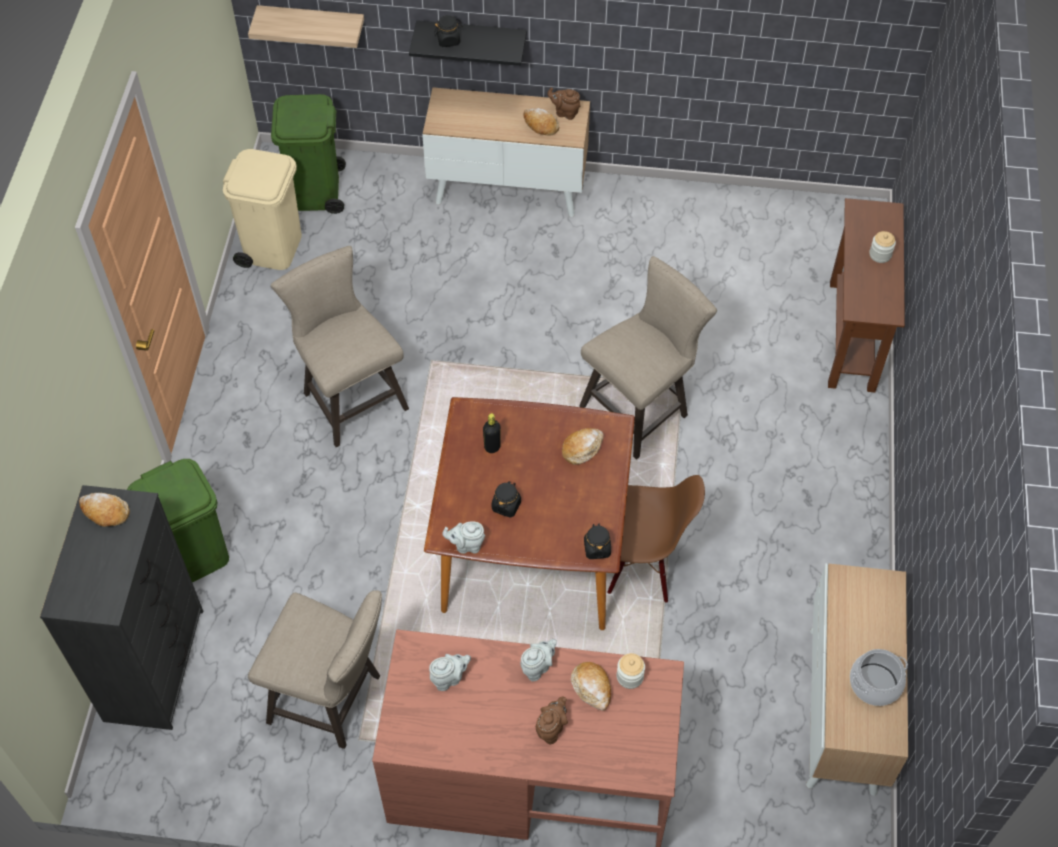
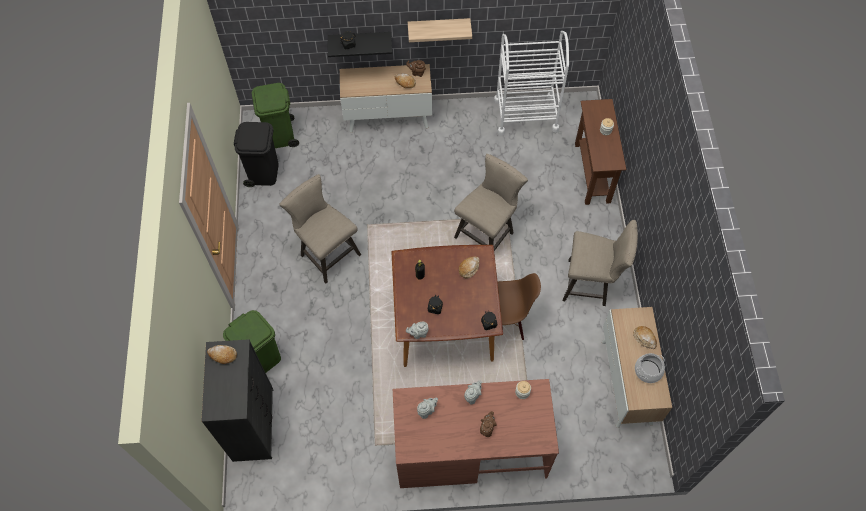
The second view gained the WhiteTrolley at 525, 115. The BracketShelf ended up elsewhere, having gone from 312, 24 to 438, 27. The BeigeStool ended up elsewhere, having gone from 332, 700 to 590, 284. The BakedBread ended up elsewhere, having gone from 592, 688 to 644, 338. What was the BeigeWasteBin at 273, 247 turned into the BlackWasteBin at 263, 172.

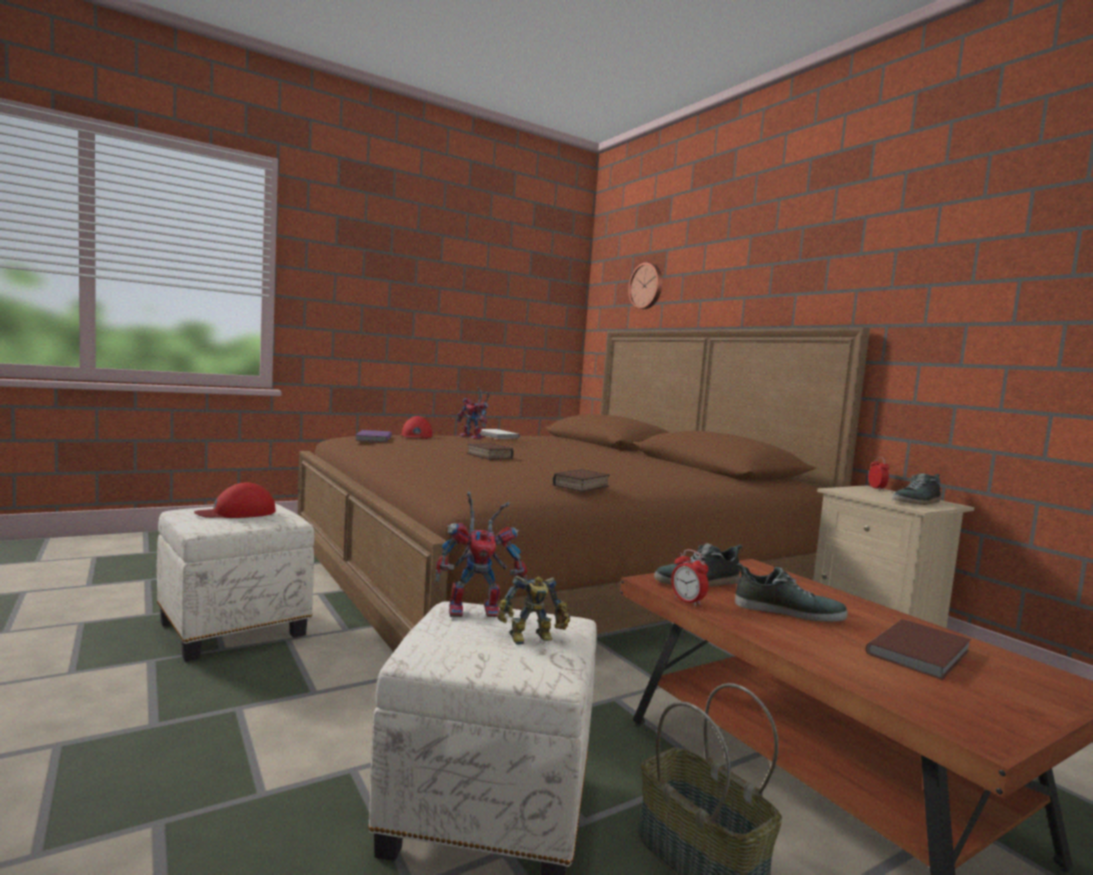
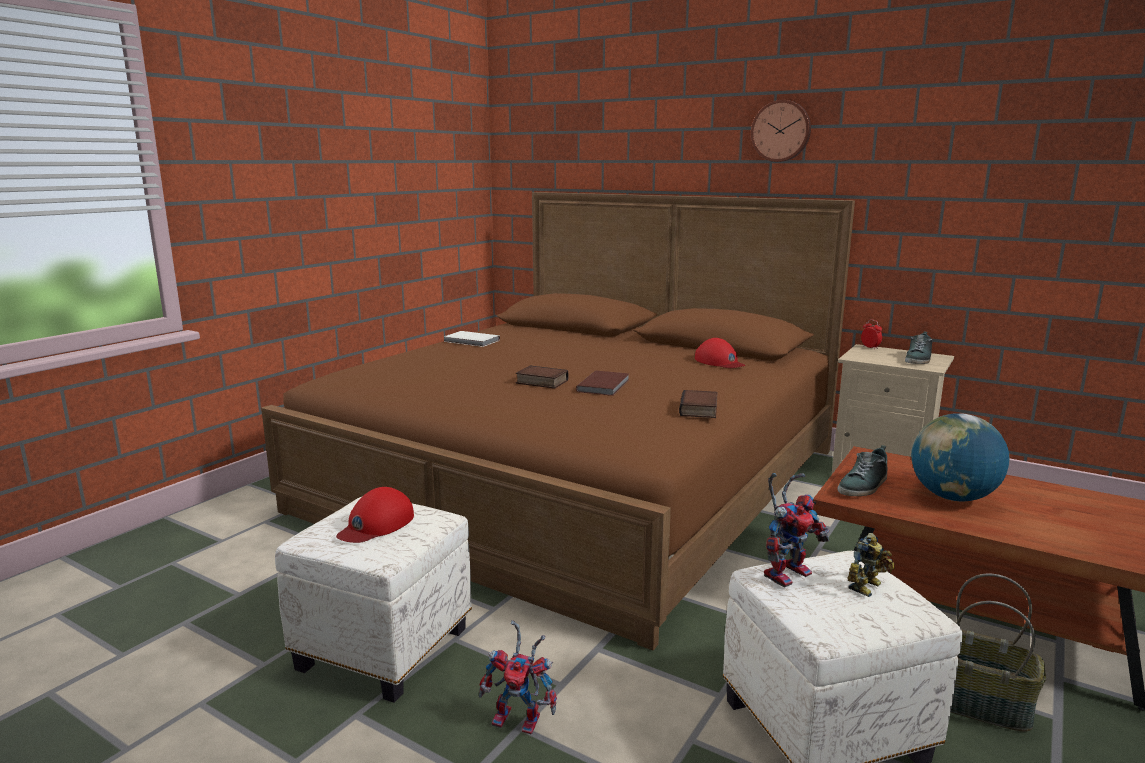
The second view lost the PurpleColouredBook at 372, 438. The second view lost the BedsideClock at 687, 601. The ReddishPeakedCap ended up elsewhere, having gone from 416, 436 to 719, 362. The RobotFigure ended up elsewhere, having gone from 474, 437 to 521, 719. The HangingClock ended up elsewhere, having gone from 647, 286 to 781, 131. The BrownishBook ended up elsewhere, having gone from 922, 652 to 605, 385. Where the ItemOfFootwear stood at 788, 611, the DeskGlobe came to stand at 952, 497.

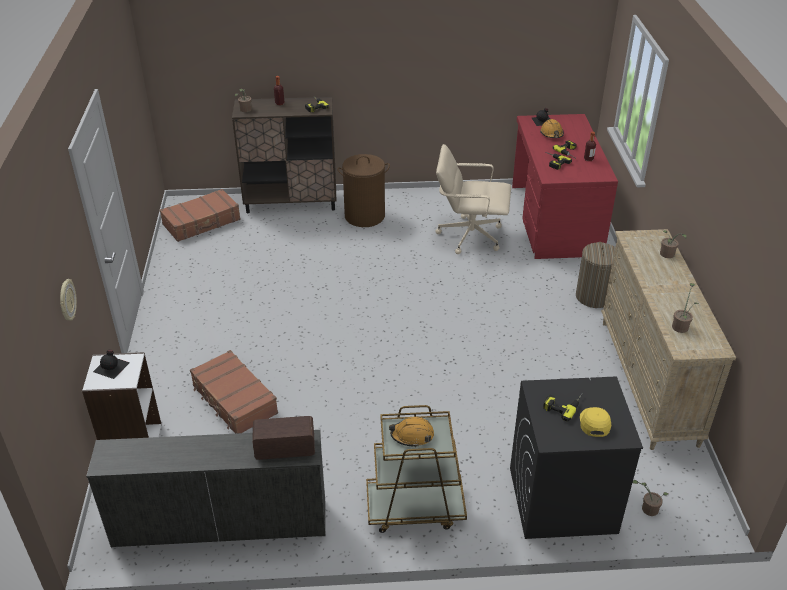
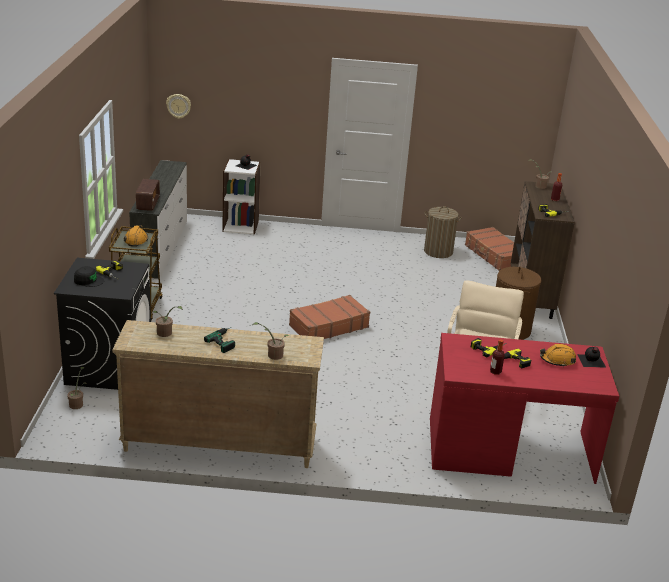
The second view gained the ElectricDrill at 226, 340. The HangingClock ended up elsewhere, having gone from 66, 301 to 178, 106. The BrownishTravelCase ended up elsewhere, having gone from 234, 400 to 328, 326. The LaundryBasket ended up elsewhere, having gone from 594, 297 to 438, 251. What was the YellowColouredPeakedCap at 594, 423 turned into the BlackPeakedCap at 88, 280.

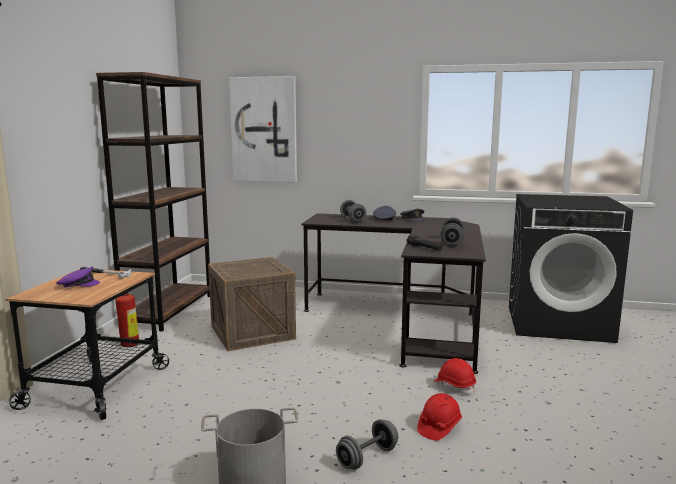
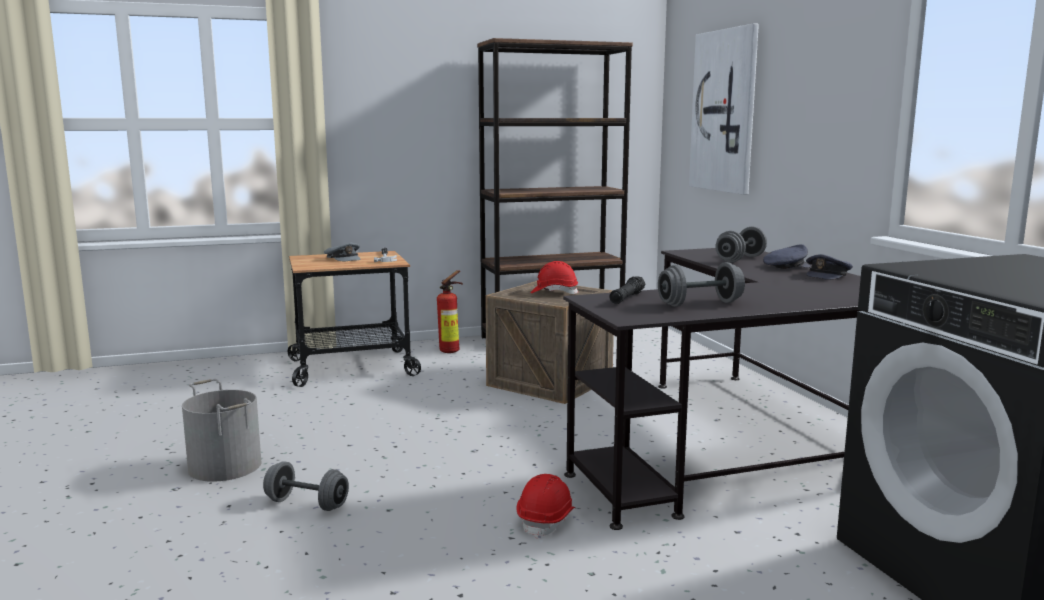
The ReddishHardHat ended up elsewhere, having gone from 439, 427 to 554, 293. What was the PurpleColouredPeakedCap at 78, 284 turned into the GrayPeakedCap at 343, 258.

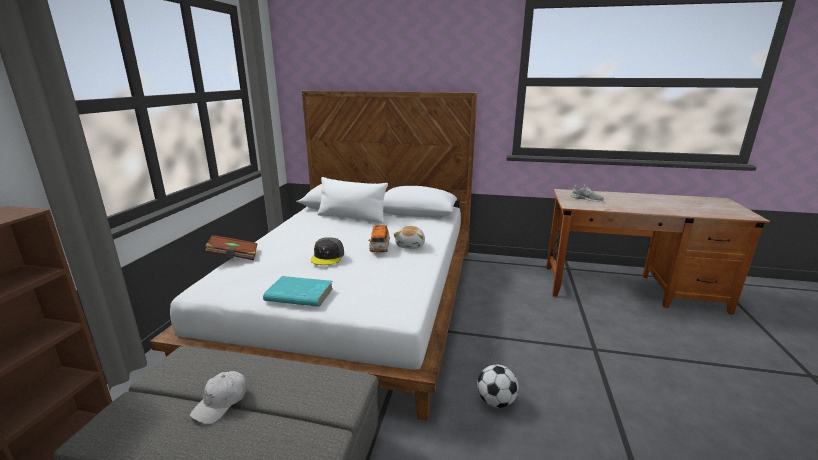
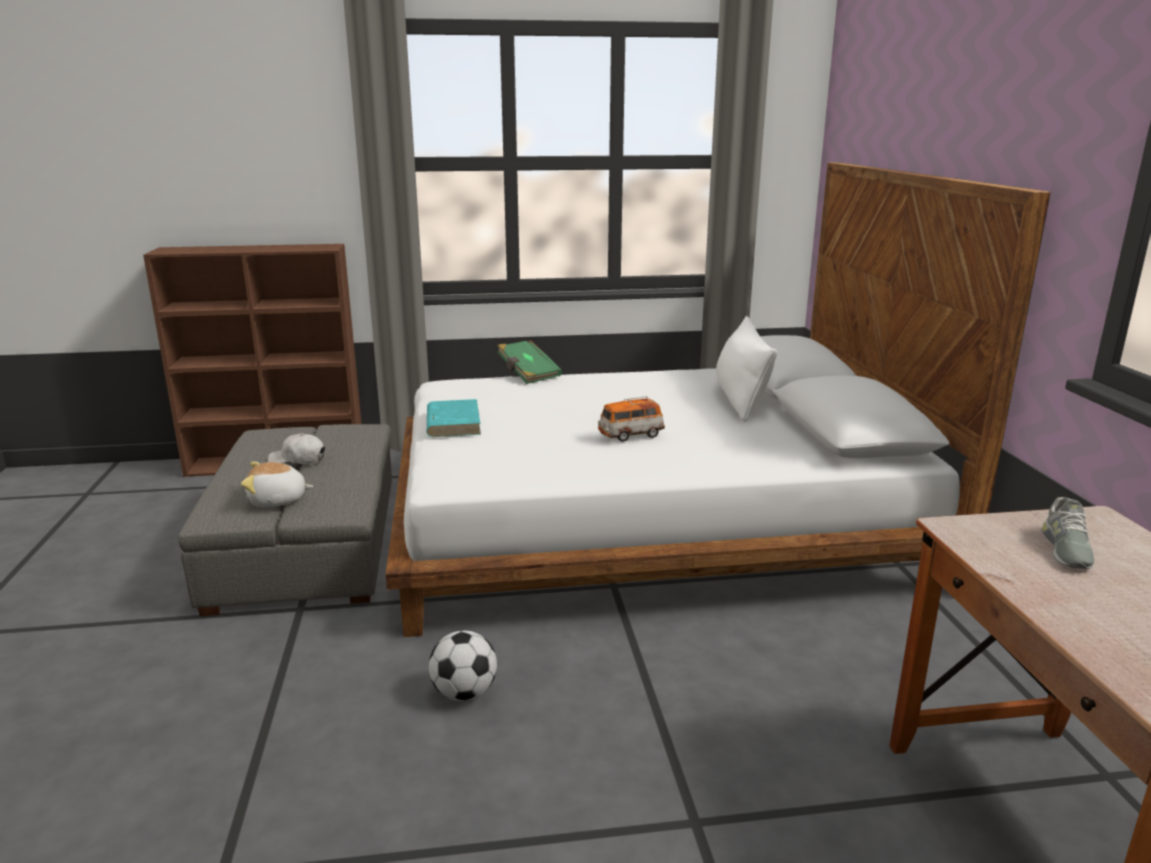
The second view lost the GrayPeakedCap at 328, 256. The SoftToy ended up elsewhere, having gone from 411, 245 to 277, 501. What was the BrownishBook at 234, 257 turned into the GreenBook at 528, 374.

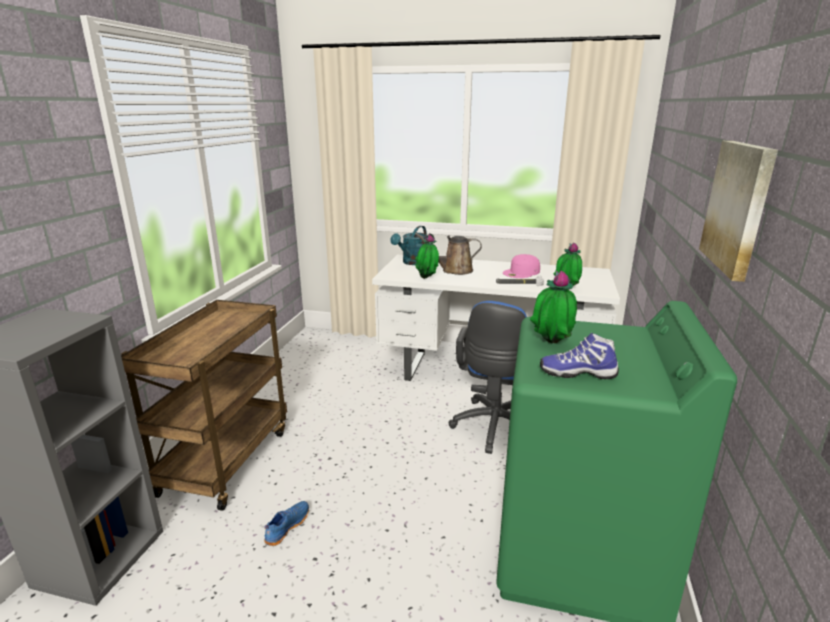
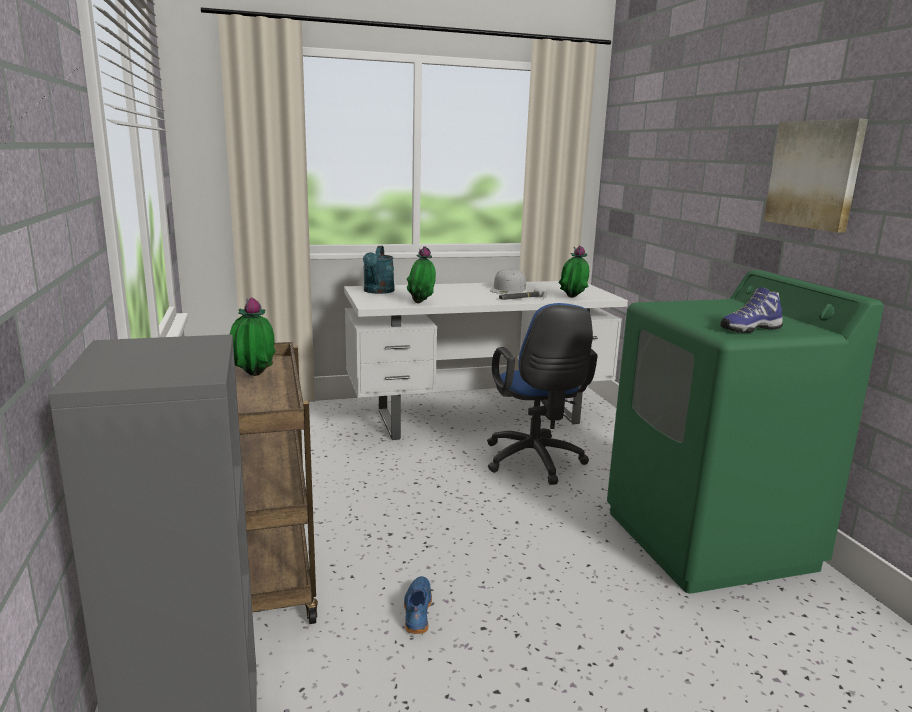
The second view lost the BrownishSprinklingCan at 454, 270. The PlantInAPot ended up elsewhere, having gone from 550, 345 to 253, 377. What was the PinkishPeakedCap at 521, 272 turned into the WhitePeakedCap at 508, 289.

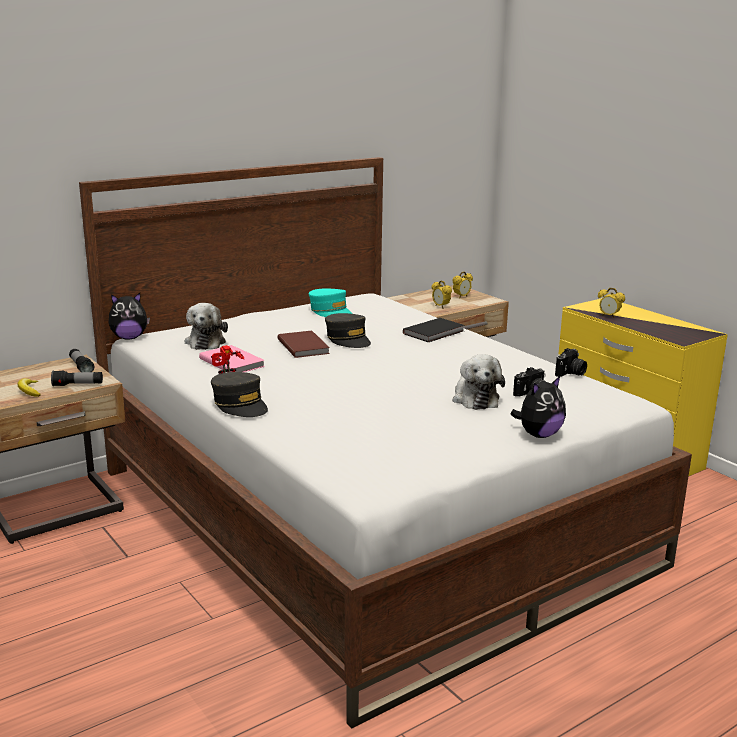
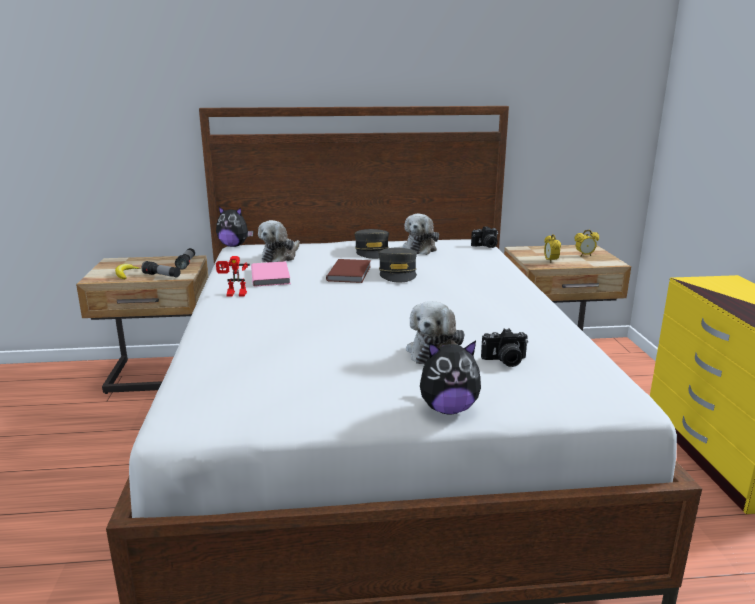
The second view lost the BlackBook at 435, 332. The second view lost the BedsideClock at 609, 316. The GrayPeakedCap ended up elsewhere, having gone from 240, 405 to 372, 251. The StillCamera ended up elsewhere, having gone from 571, 373 to 486, 246. Where the TurquoiseColouredPeakedCap stood at 330, 312, the SoftToy came to stand at 420, 248.

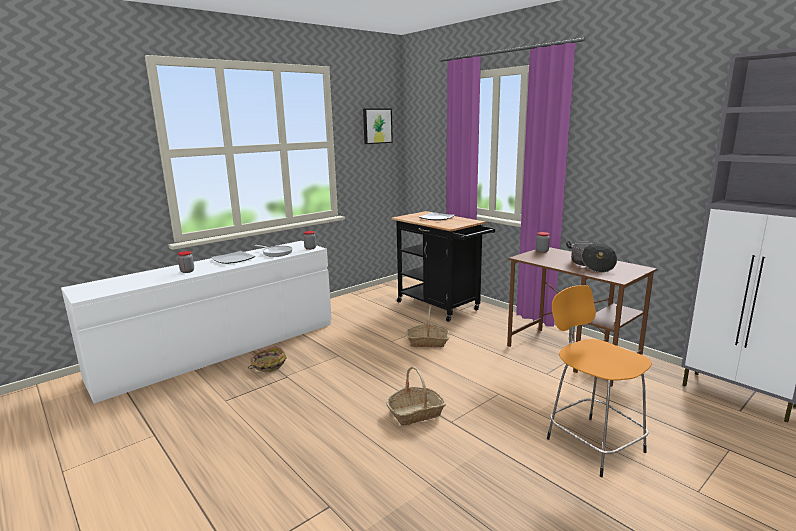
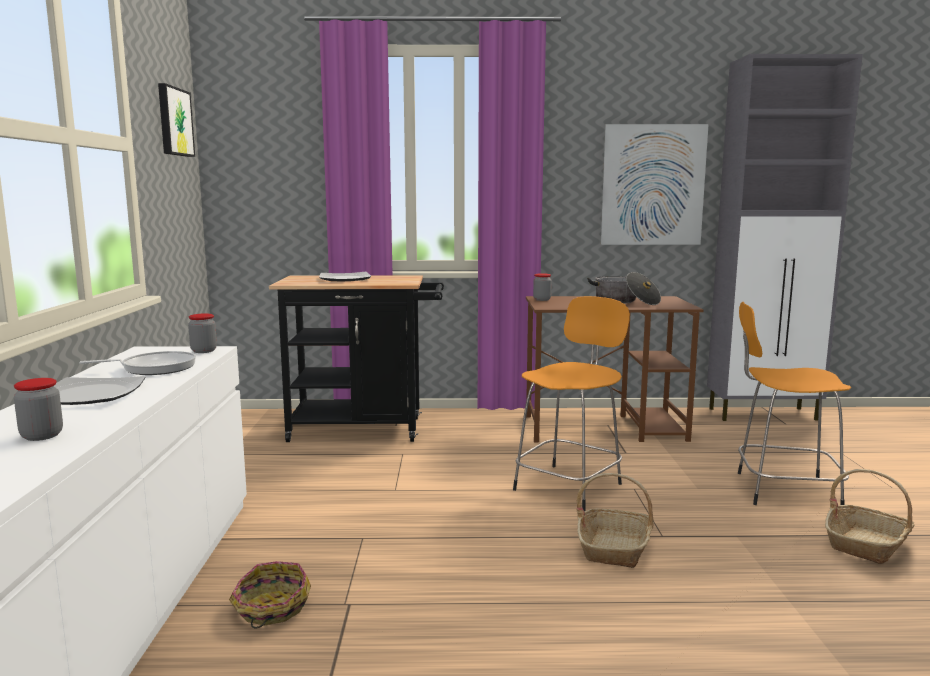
The second view gained the OrangeStool at 570, 485. The second view gained the Picture at 653, 185. The HouseholdBasket ended up elsewhere, having gone from 428, 342 to 867, 544.

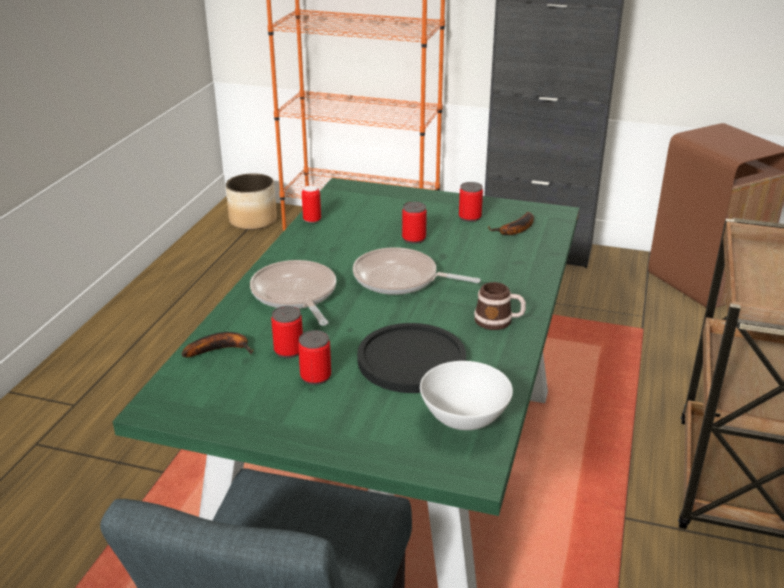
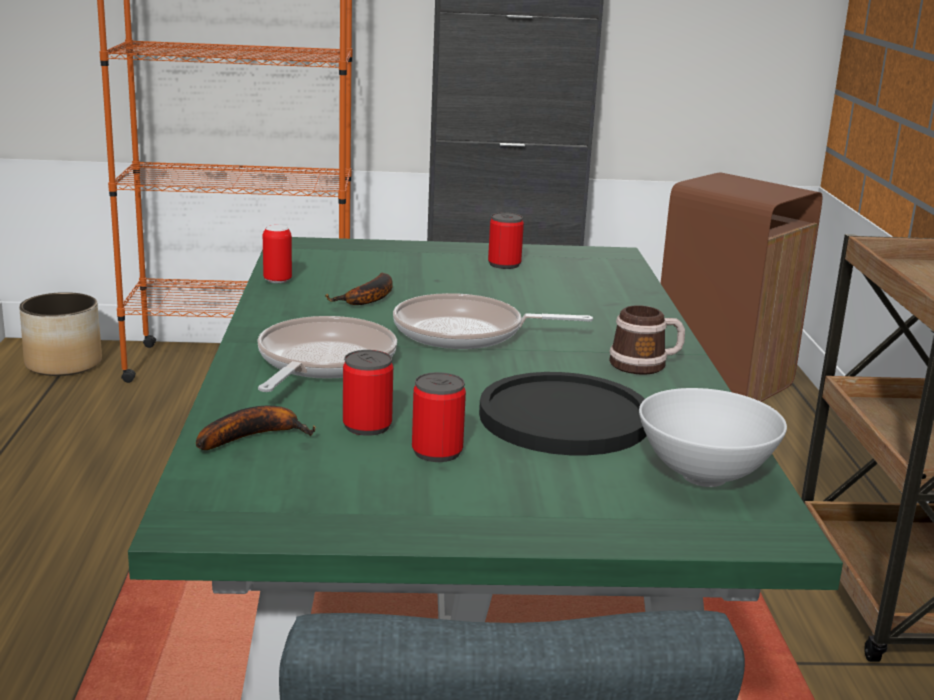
The second view lost the SealedCan at 414, 239. The Banana ended up elsewhere, having gone from 515, 230 to 368, 299. The FryingPan at 295, 295 ended up facing another way, 60 degrees clockwise from before.

